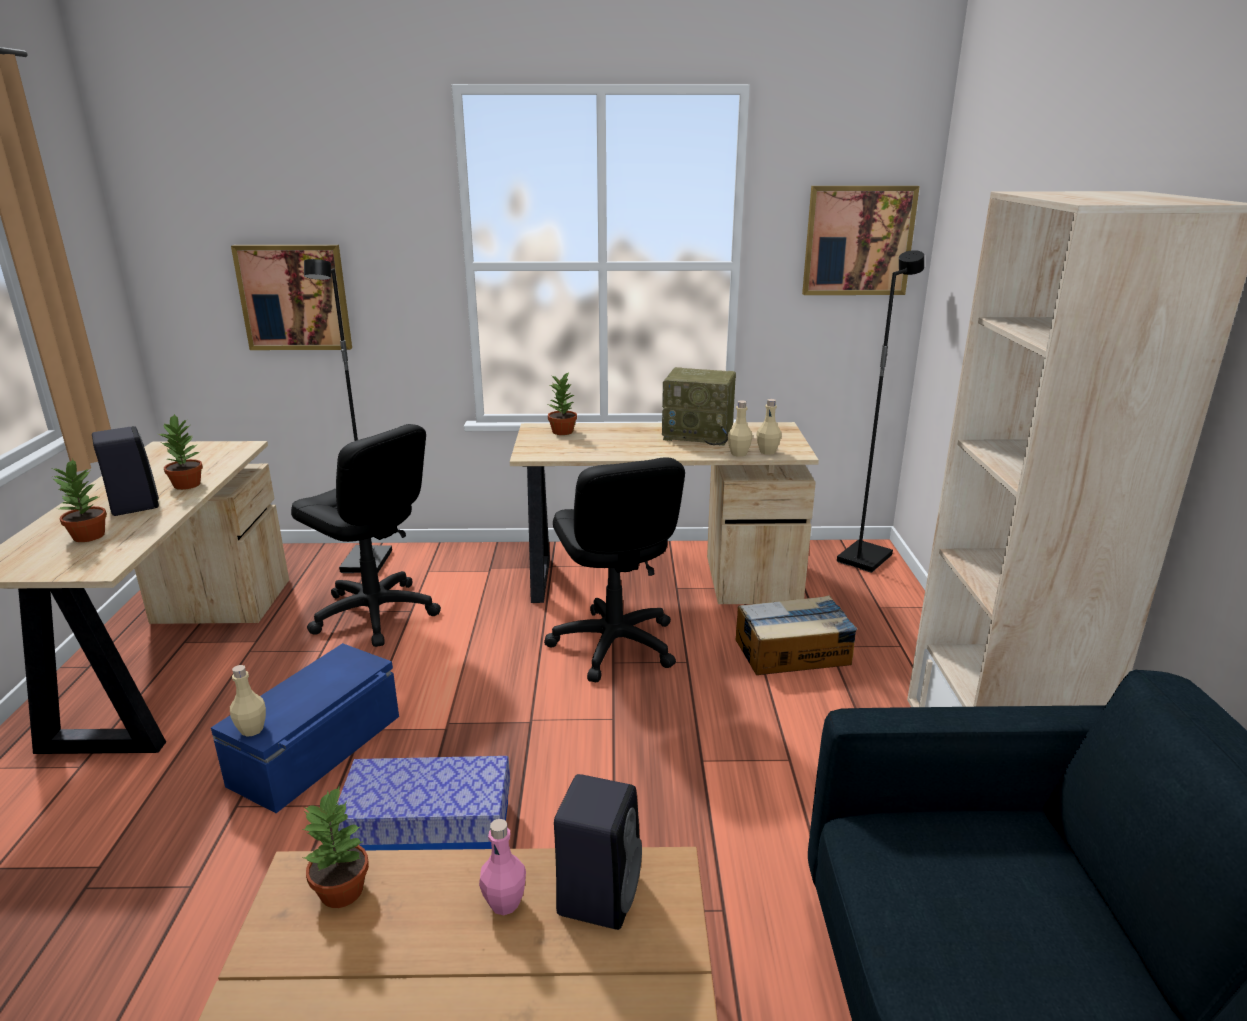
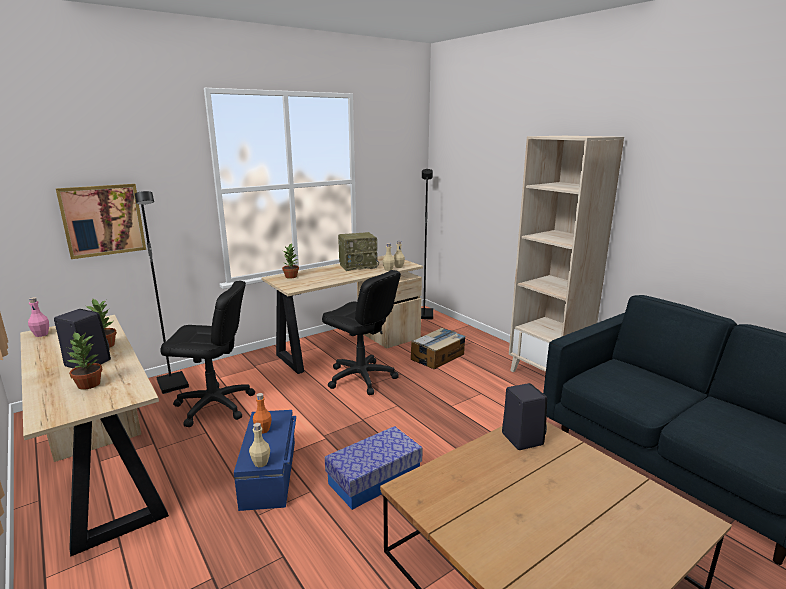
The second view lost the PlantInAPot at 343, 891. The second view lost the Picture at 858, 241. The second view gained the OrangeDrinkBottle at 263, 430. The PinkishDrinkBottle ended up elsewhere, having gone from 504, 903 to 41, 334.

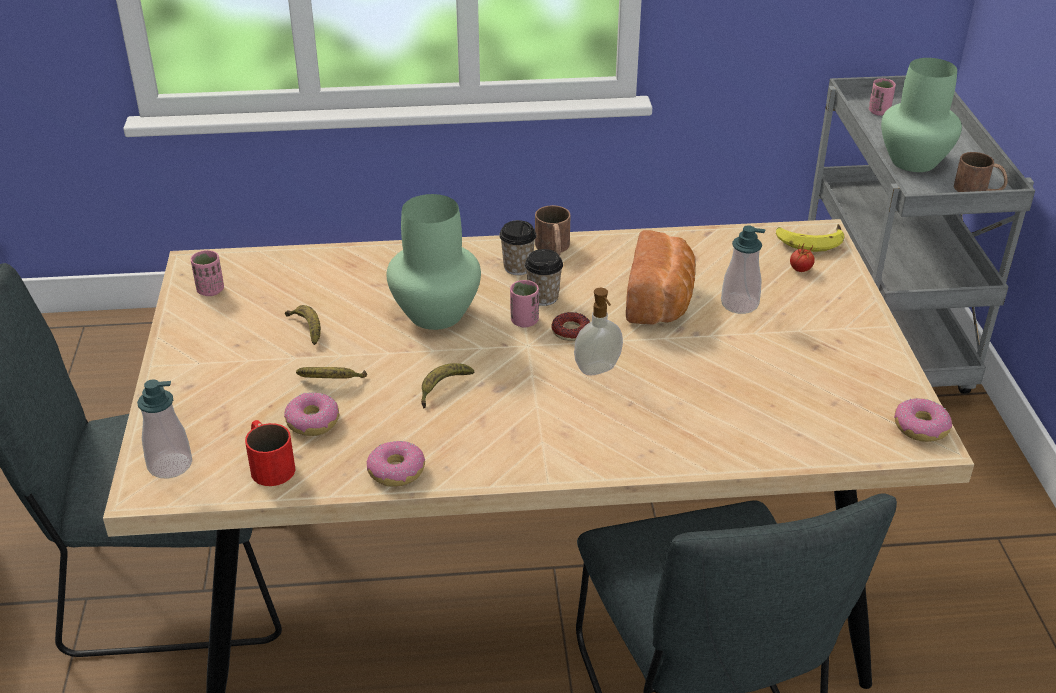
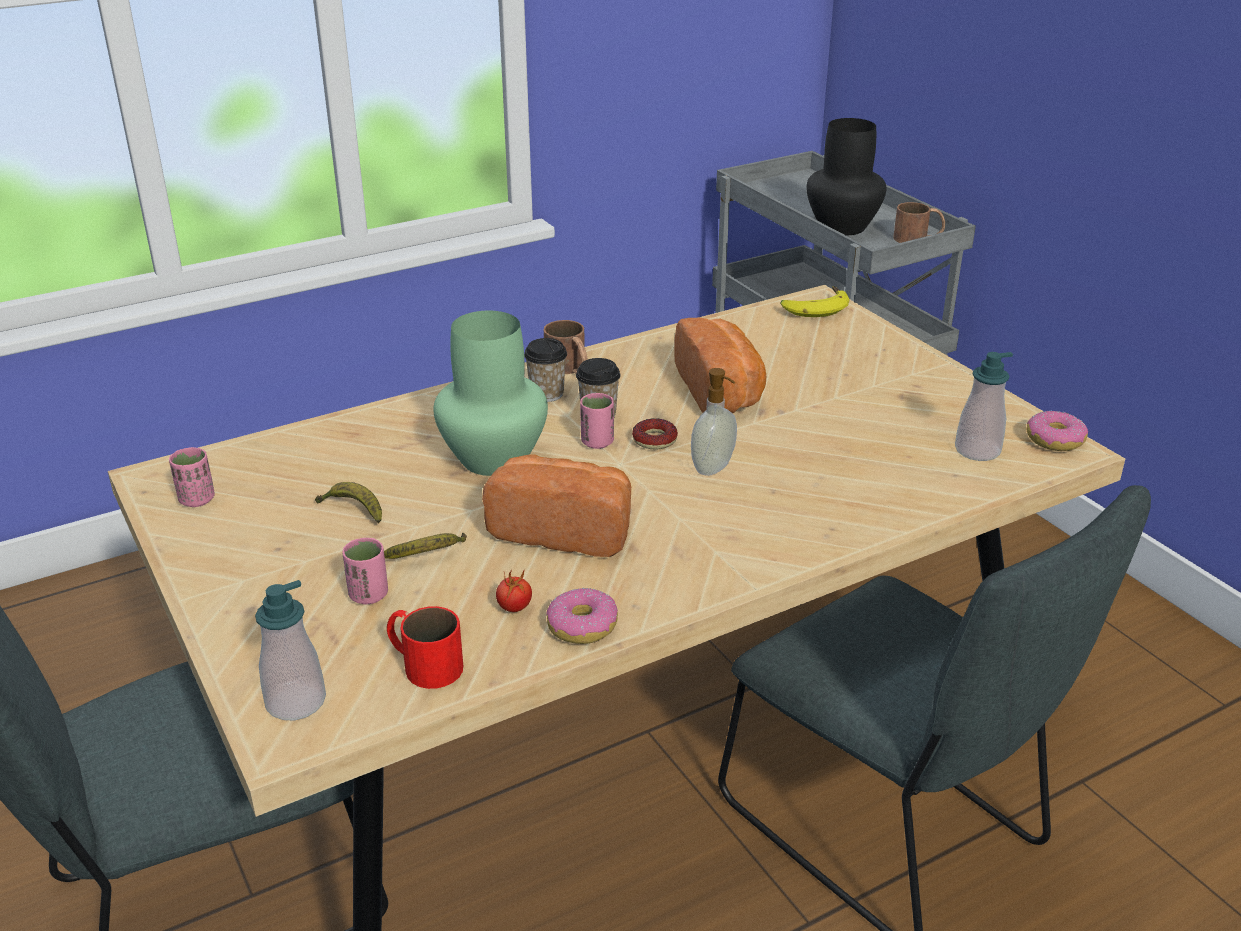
The second view lost the RingDoughnut at 312, 422. The SoapDispenser ended up elsewhere, having gone from 739, 304 to 977, 450. The Tomato ended up elsewhere, having gone from 800, 270 to 514, 607. The PinkishDrinkingCup ended up elsewhere, having gone from 879, 112 to 368, 595. Where the Banana stood at 443, 389, the BakedBread came to stand at 564, 529. What was the GreenFlowerVase at 913, 160 turned into the BlackFlowerVase at 841, 226.

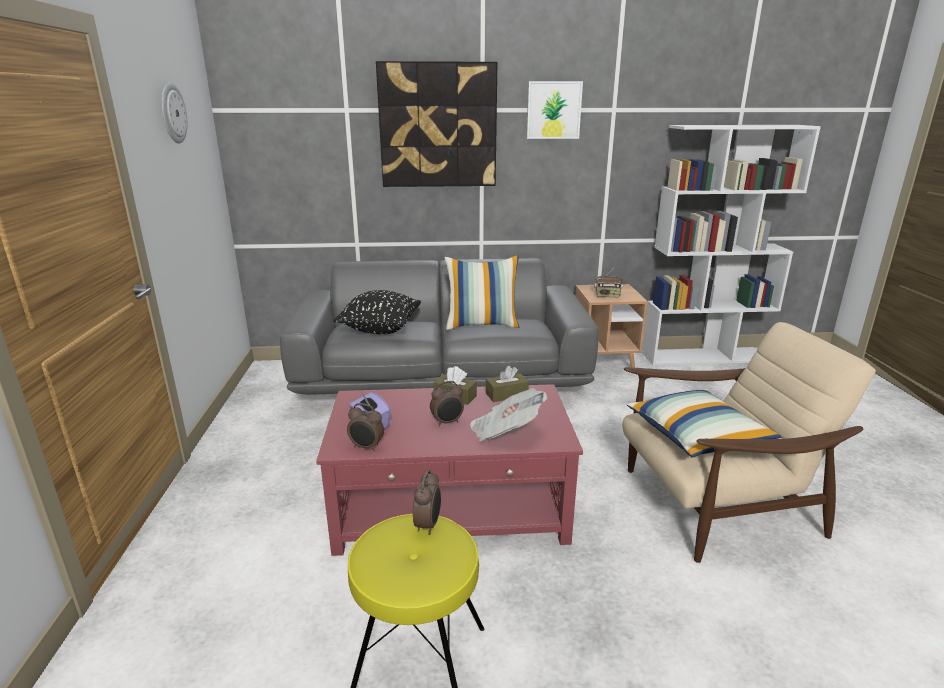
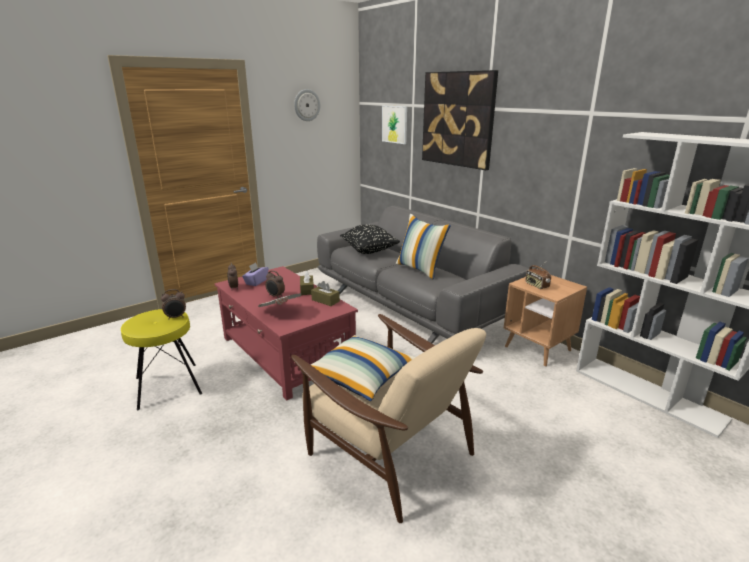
The Picture ended up elsewhere, having gone from 553, 110 to 394, 124.

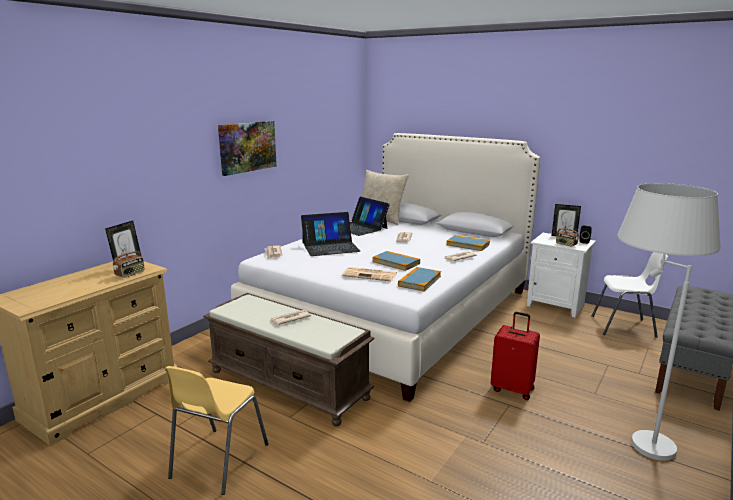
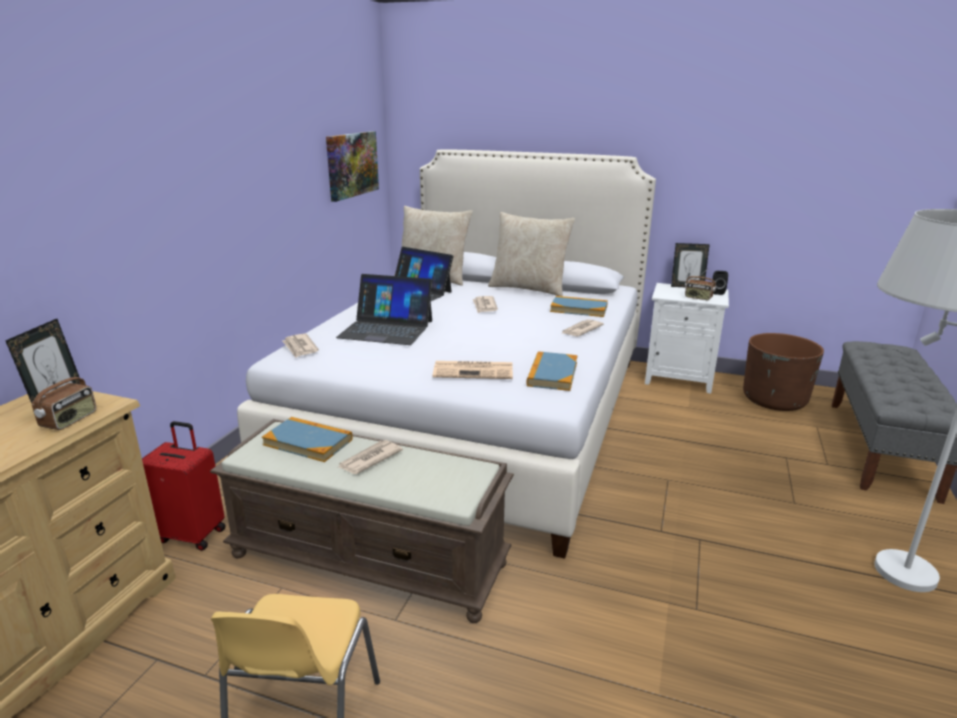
The second view gained the BeigeCushion at 529, 288. The Picture ended up elsewhere, having gone from 247, 146 to 352, 164. The Book ended up elsewhere, having gone from 396, 262 to 308, 442. The ReddishTravelCase ended up elsewhere, having gone from 513, 389 to 192, 534. Where the WhitePlainChair stood at 624, 327, the BrownishFlowerPot came to stand at 774, 400. The PortableComputer at 330, 247 ended up facing another way, 45 degrees clockwise from before.

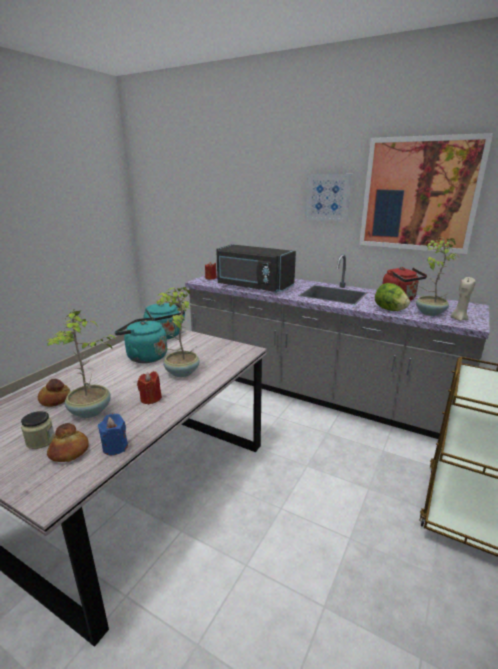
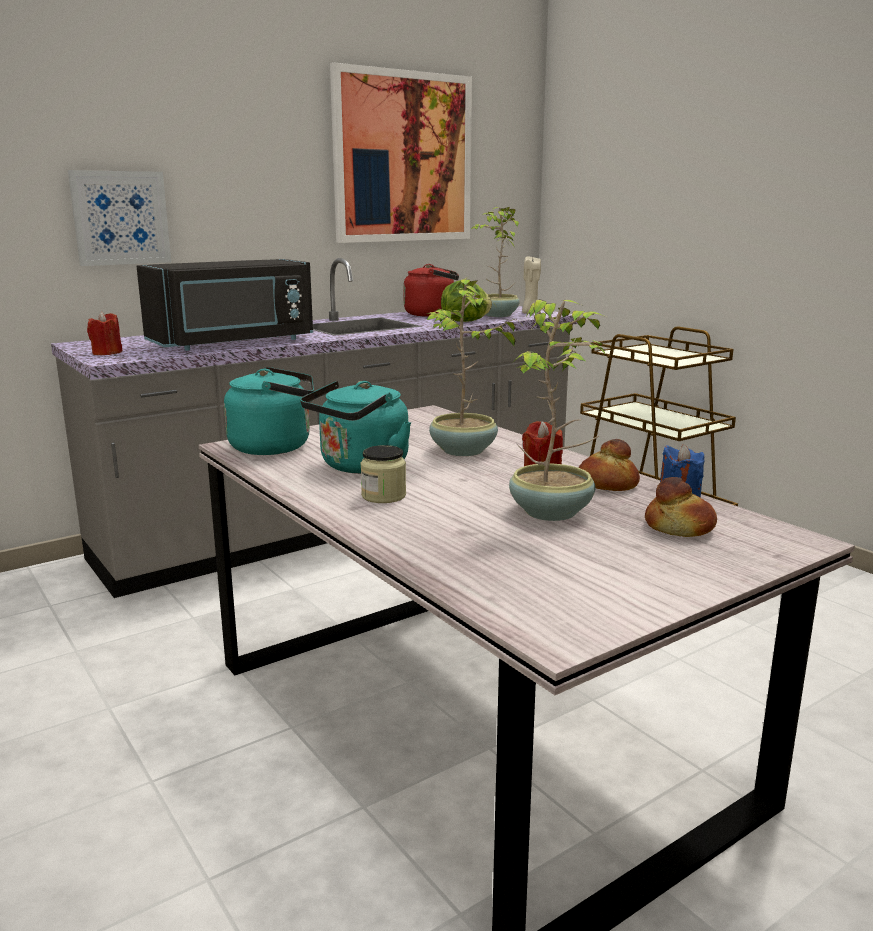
The StorageJar ended up elsewhere, having gone from 40, 441 to 383, 496. The BakedBread ended up elsewhere, having gone from 55, 399 to 607, 484. The Picture ended up elsewhere, having gone from 328, 197 to 120, 218.

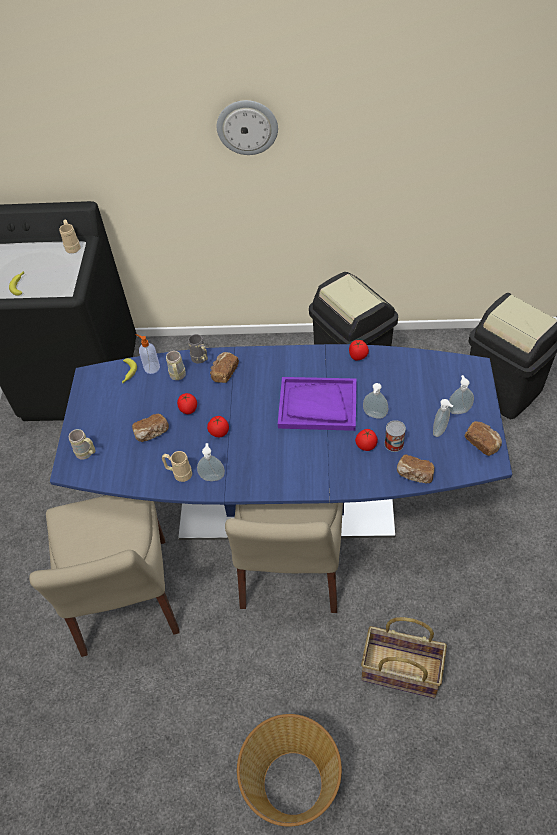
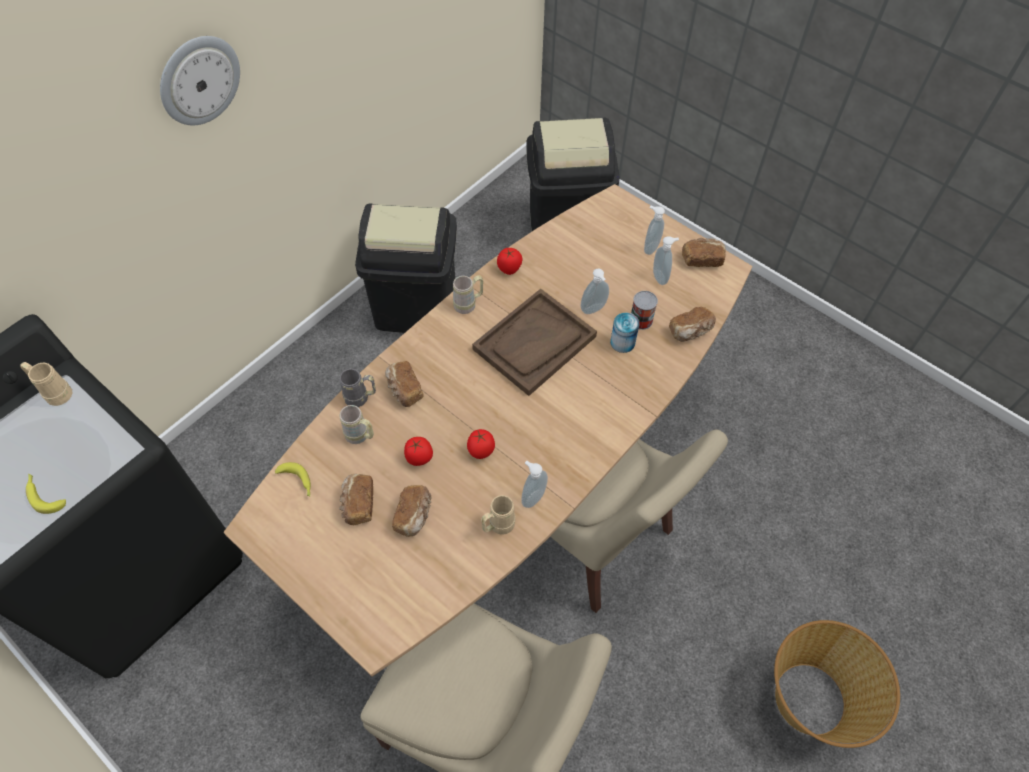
The second view lost the SoapDispenser at 151, 367. The second view lost the HouseholdBasket at 400, 671. The second view gained the BakedBread at 358, 504. The BeigeMug ended up elsewhere, having gone from 87, 454 to 469, 304. Where the Tomato stood at 366, 446, the SealedCan came to stand at 622, 342. What was the BluishDinnerTable at 285, 500 turned into the BrownishDinnerTable at 512, 480. What was the PurpleColouredCarryingTray at 317, 405 turned into the BrownishCarryingTray at 534, 343.

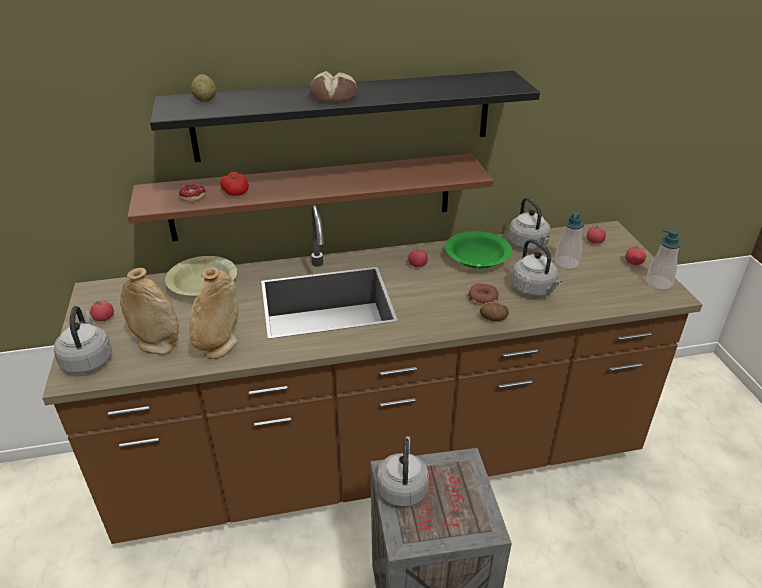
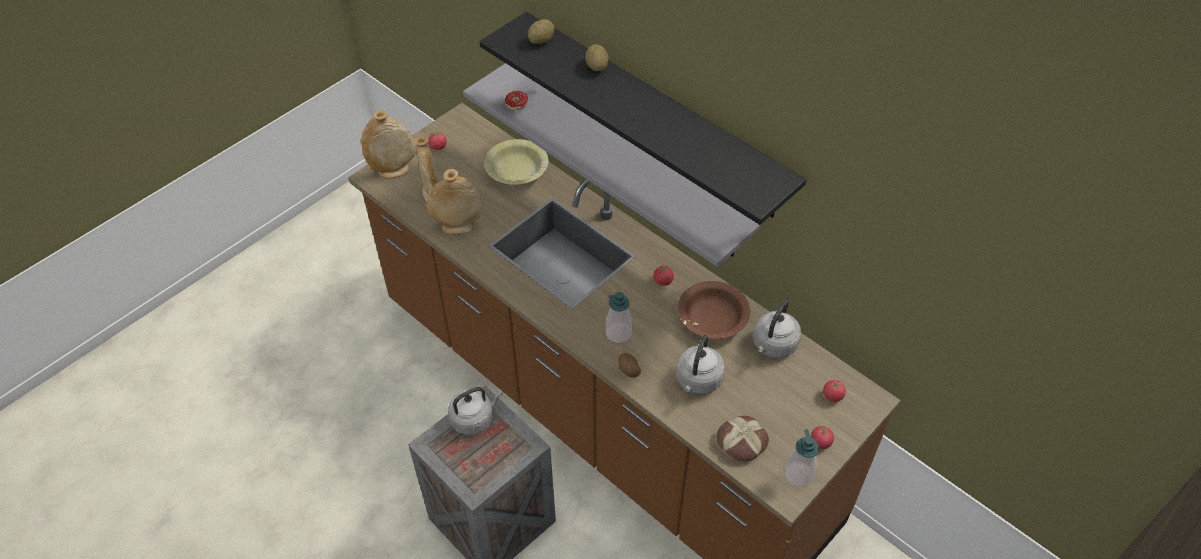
The second view lost the Tomato at 235, 191. The second view lost the RingDoughnut at 483, 298. The second view gained the WholePotato at 597, 66. The BakedBread ended up elsewhere, having gone from 334, 95 to 742, 442. The SoapDispenser ended up elsewhere, having gone from 566, 263 to 618, 333. Where the GrayTeaKettle stood at 88, 360, the BeigeFlowerVase came to stand at 394, 171. What was the BrownishBracketShelf at 312, 197 turned into the GrayBracketShelf at 624, 160. What was the GreenServingBowl at 477, 258 turned into the BrownishServingBowl at 712, 317.

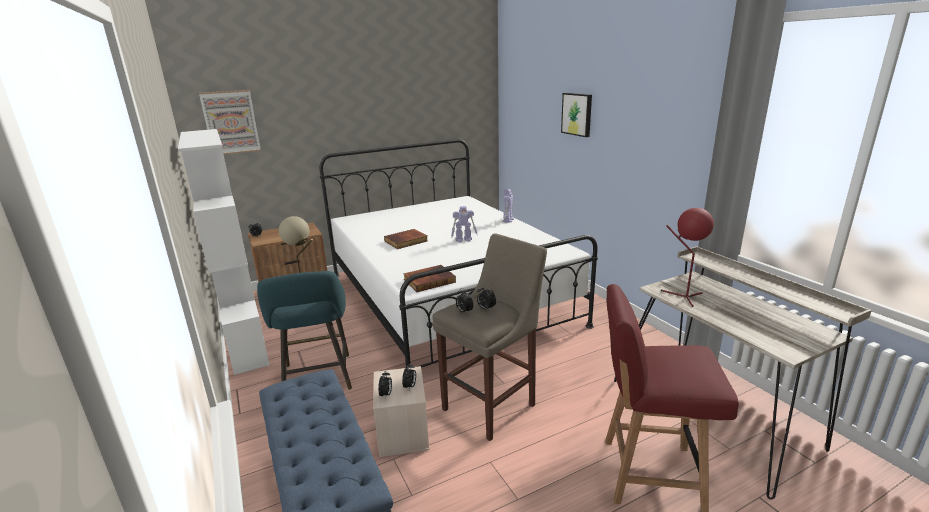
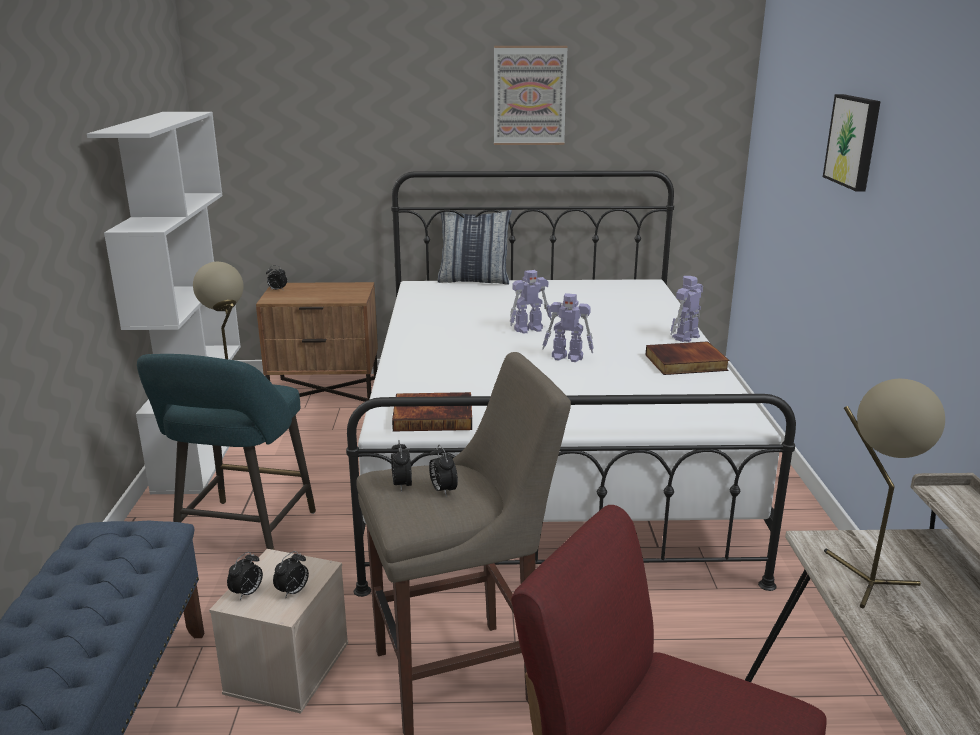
The second view gained the Cushion at 474, 280. The second view gained the RobotFigure at 529, 329. The Picture ended up elsewhere, having gone from 231, 122 to 529, 96. The Book ended up elsewhere, having gone from 406, 241 to 686, 363. What was the ReddishTableLamp at 683, 296 turned into the BeigeTableLamp at 864, 579.

